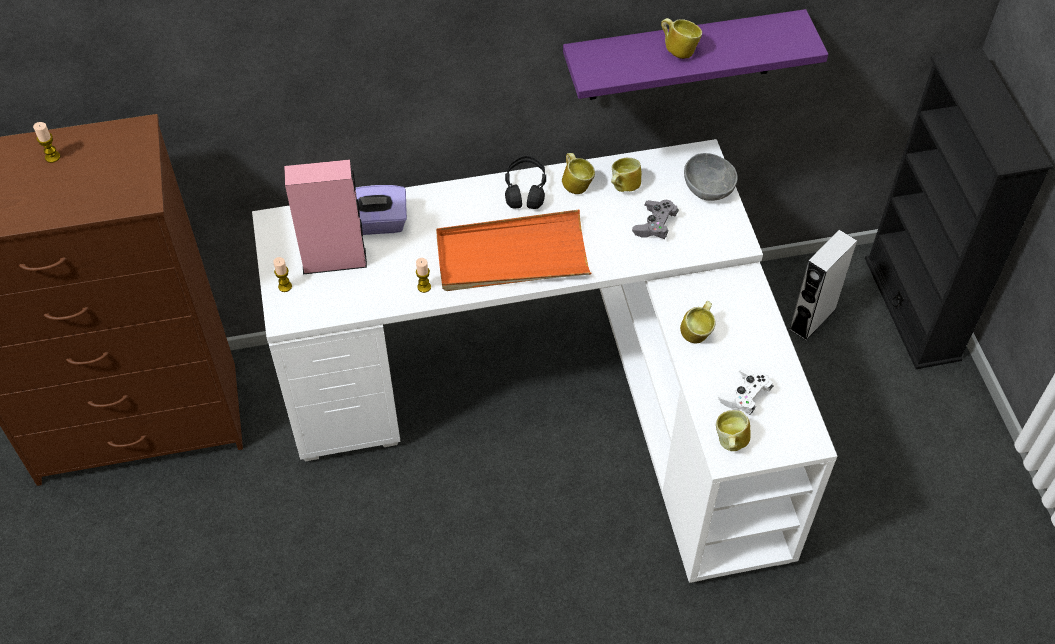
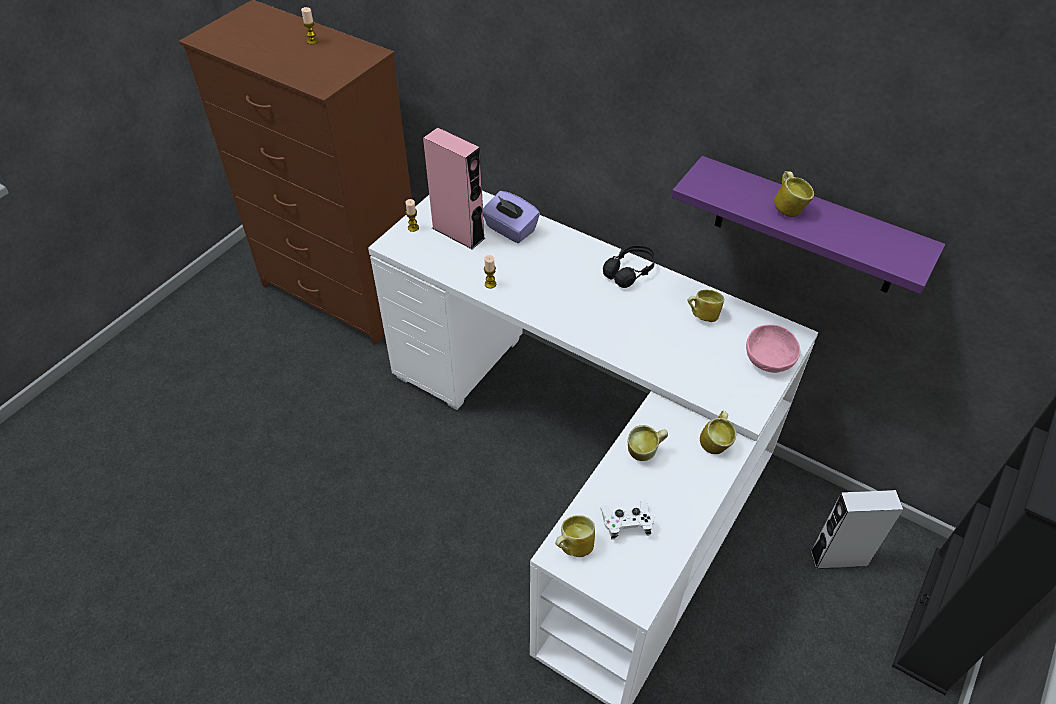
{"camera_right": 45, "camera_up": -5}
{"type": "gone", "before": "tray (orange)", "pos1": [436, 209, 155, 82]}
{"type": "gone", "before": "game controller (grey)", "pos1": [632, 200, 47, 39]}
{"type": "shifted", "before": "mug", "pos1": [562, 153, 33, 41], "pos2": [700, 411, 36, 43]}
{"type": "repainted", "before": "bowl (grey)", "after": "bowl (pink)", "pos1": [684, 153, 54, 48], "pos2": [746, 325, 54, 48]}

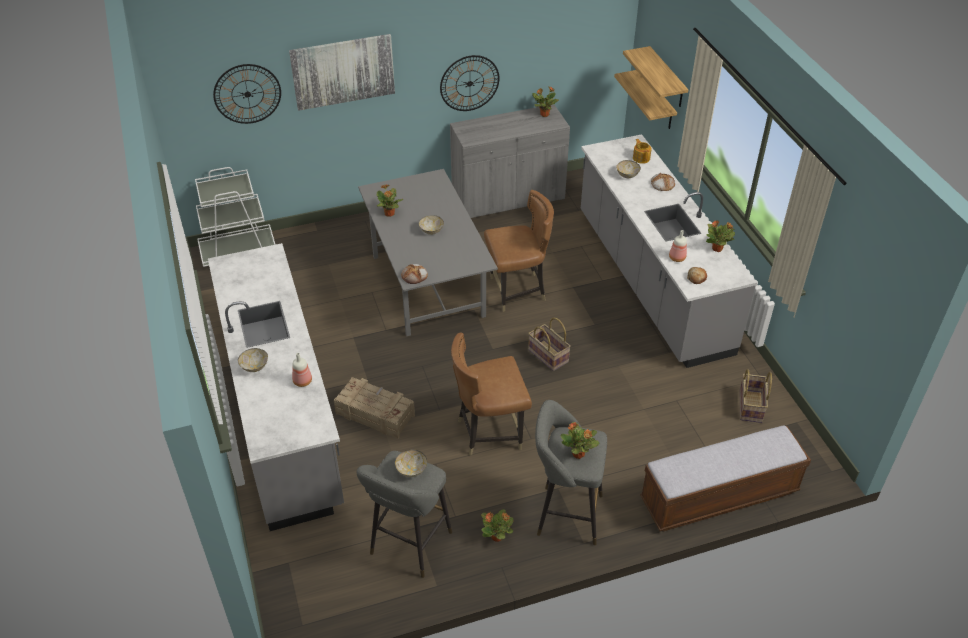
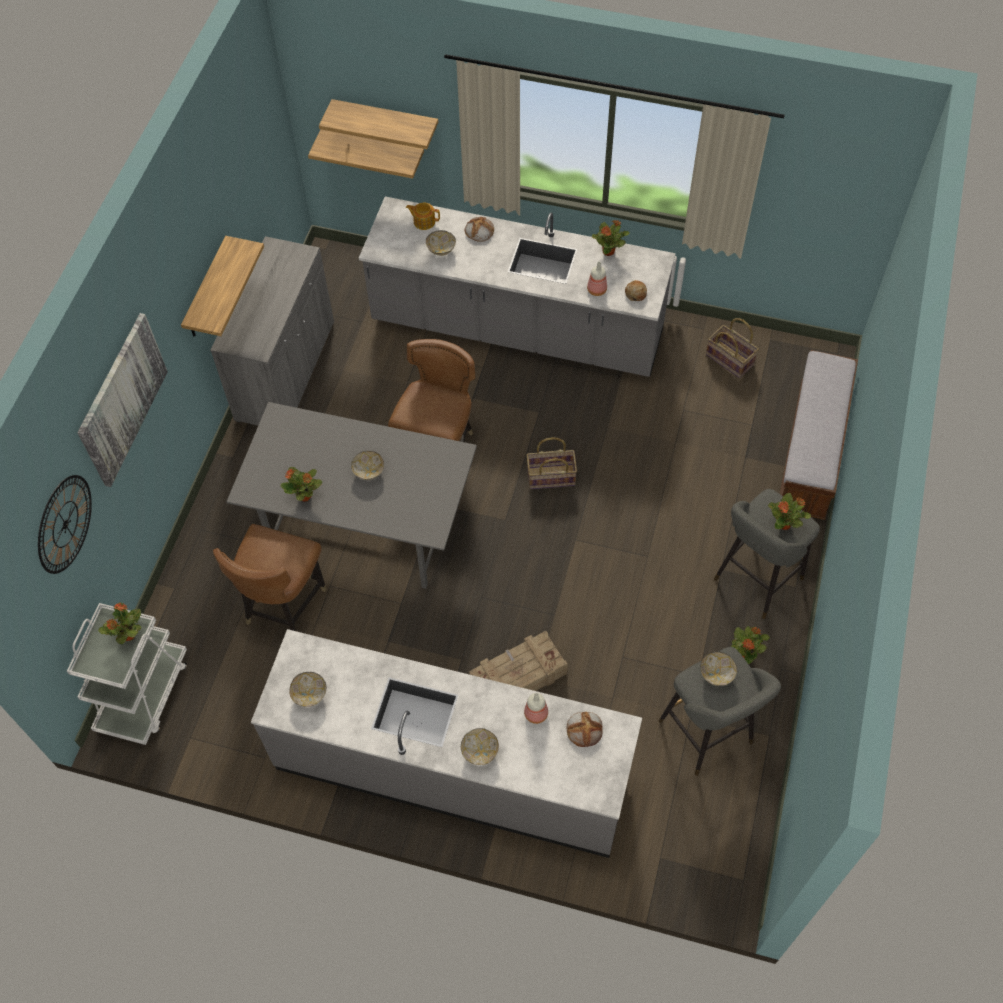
{"camera_right": -55, "camera_up": 15}
{"type": "new", "after": "bowl", "pos2": [289, 672, 37, 35]}
{"type": "shifted", "before": "bread", "pos1": [401, 264, 27, 20], "pos2": [567, 712, 36, 35]}
{"type": "shifted", "before": "chair (brown)", "pos1": [451, 333, 81, 123], "pos2": [213, 524, 114, 107]}
{"type": "shifted", "before": "potted plant", "pos1": [532, 87, 27, 30], "pos2": [98, 602, 43, 42]}
{"type": "swapped", "before": "wall clock", "after": "shelf", "pos1": [440, 55, 59, 56], "pos2": [181, 236, 83, 101]}

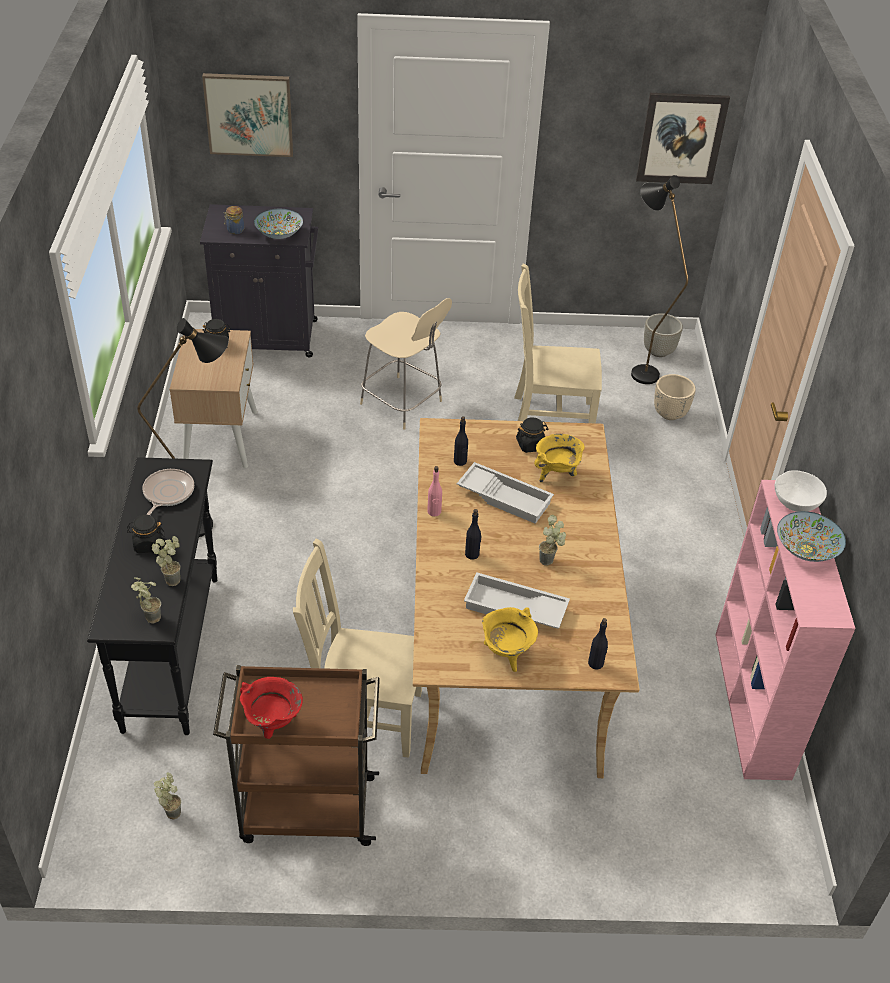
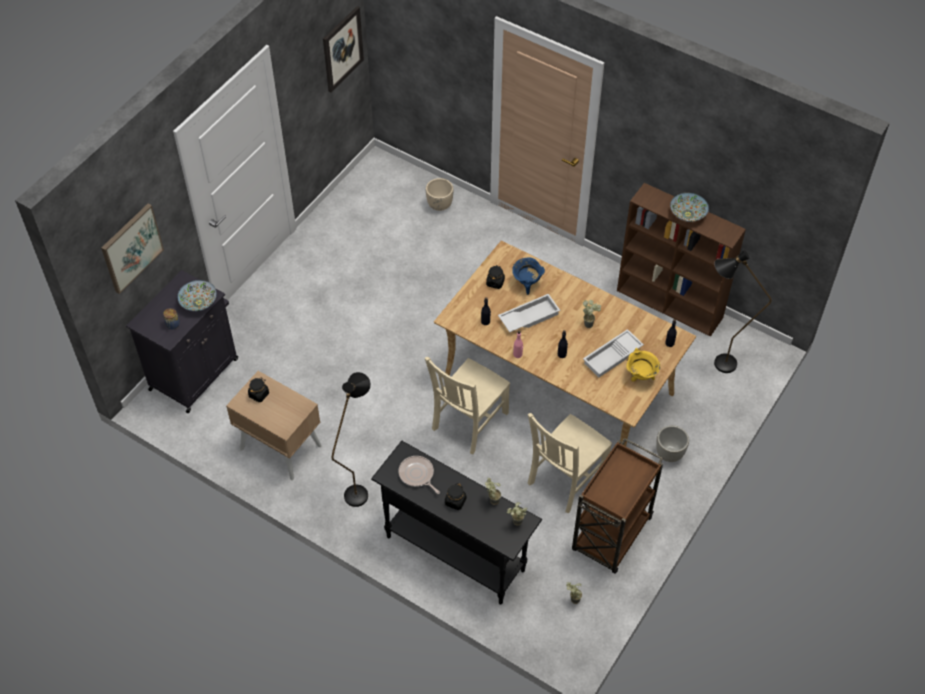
{"camera_right": -55, "camera_up": 10}
{"type": "gone", "before": "cooking pot (red)", "pos1": [240, 677, 63, 62]}
{"type": "gone", "before": "stool (beige)", "pos1": [360, 298, 92, 132]}
{"type": "gone", "before": "bowl (white)", "pos1": [775, 470, 52, 42]}
{"type": "shifted", "before": "chair (beige)", "pos1": [514, 264, 88, 159], "pos2": [425, 357, 85, 97]}
{"type": "shifted", "before": "floor lamp (black)", "pos1": [631, 175, 57, 209], "pos2": [714, 249, 58, 124]}
{"type": "shifted", "before": "planter (grey)", "pos1": [644, 313, 39, 44], "pos2": [656, 425, 33, 37]}
{"type": "repainted", "before": "cooking pot (yellow)", "after": "cooking pot (blue)", "pos1": [534, 434, 51, 48], "pos2": [512, 258, 33, 37]}
{"type": "repainted", "before": "bookcase (pink)", "after": "bookcase (brown)", "pos1": [715, 480, 141, 300], "pos2": [617, 183, 129, 154]}

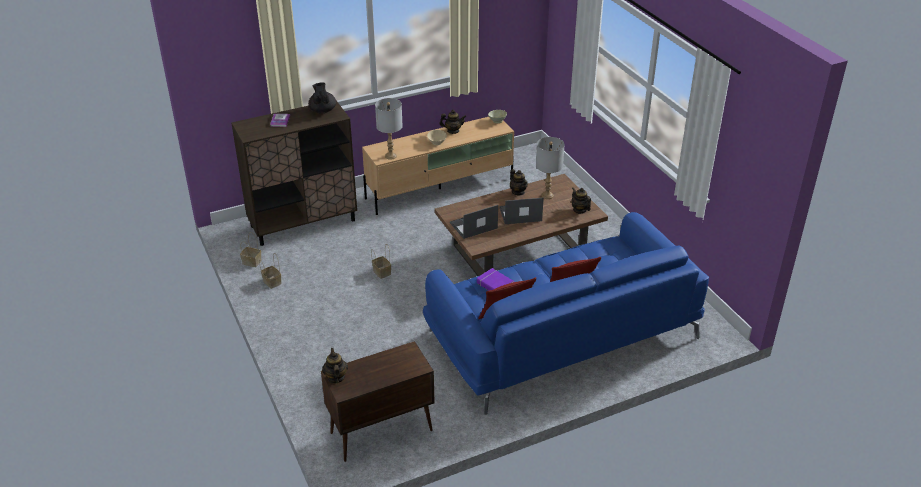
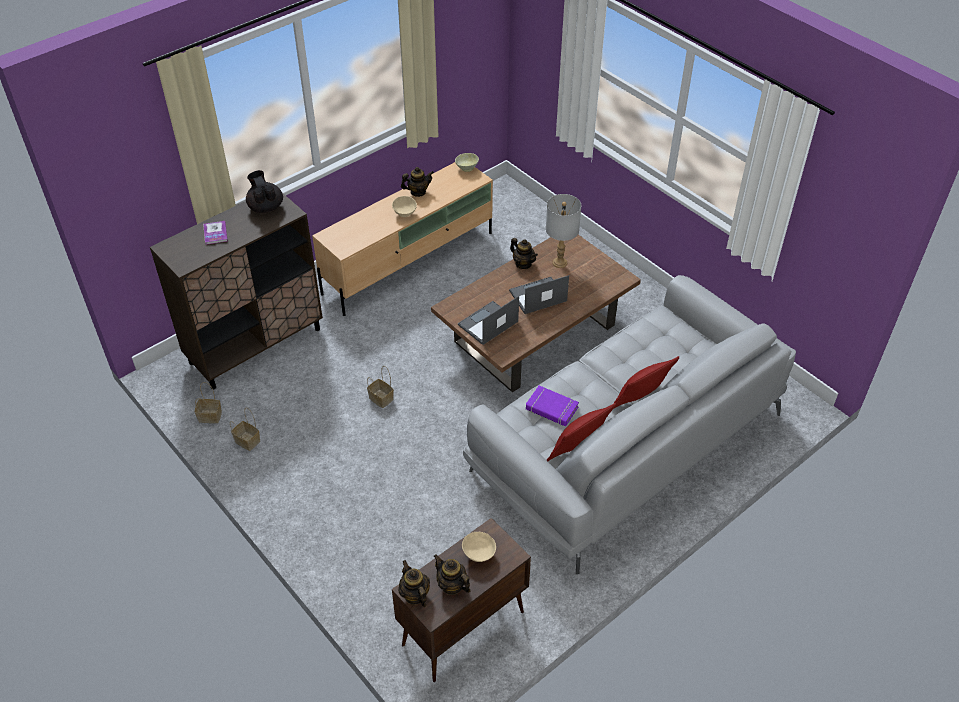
{"camera_right": -15, "camera_up": 10}
{"type": "gone", "before": "table lamp (grey)", "pos1": [375, 98, 28, 62]}
{"type": "new", "after": "bowl (beige)", "pos2": [462, 532, 34, 30]}
{"type": "shifted", "before": "teapot", "pos1": [571, 188, 20, 26], "pos2": [434, 554, 37, 41]}
{"type": "repainted", "before": "sofa (blue)", "after": "sofa (grey)", "pos1": [423, 212, 286, 202], "pos2": [463, 275, 333, 299]}

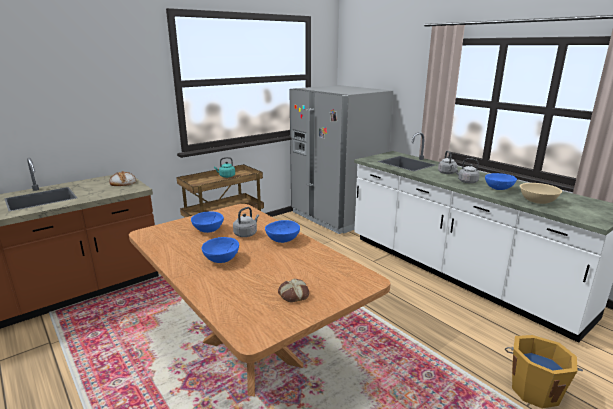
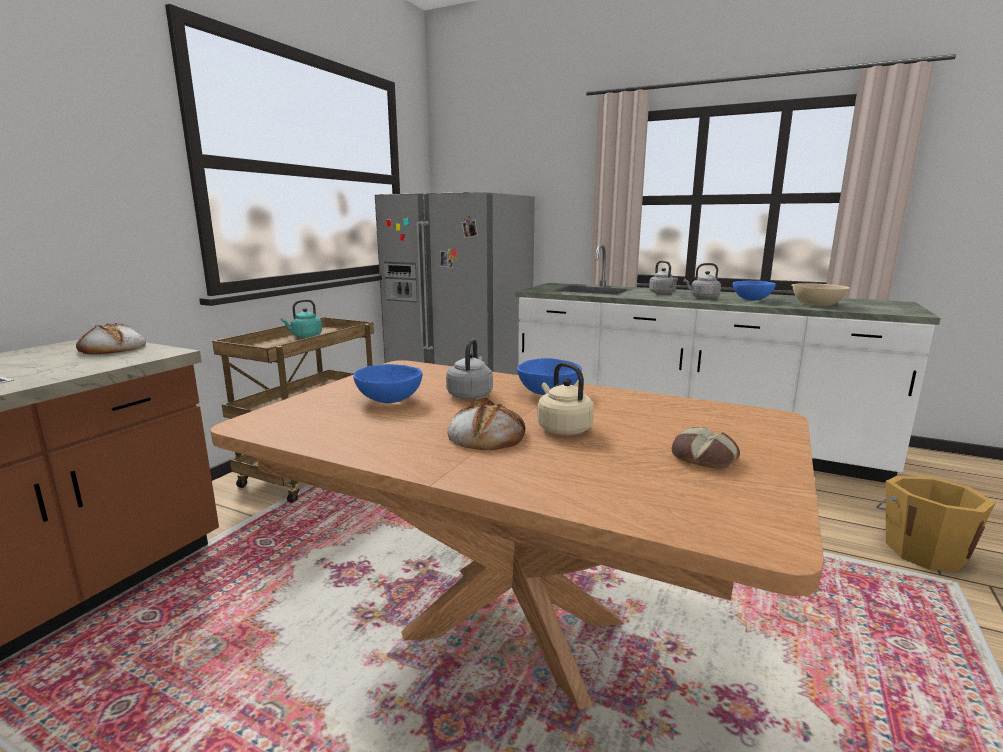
{"camera_right": -25, "camera_up": -5}
{"type": "new", "after": "kettle (beige)", "pos2": [537, 362, 57, 73]}
{"type": "swapped", "before": "bowl (blue)", "after": "bread", "pos1": [202, 237, 37, 26], "pos2": [447, 397, 78, 53]}

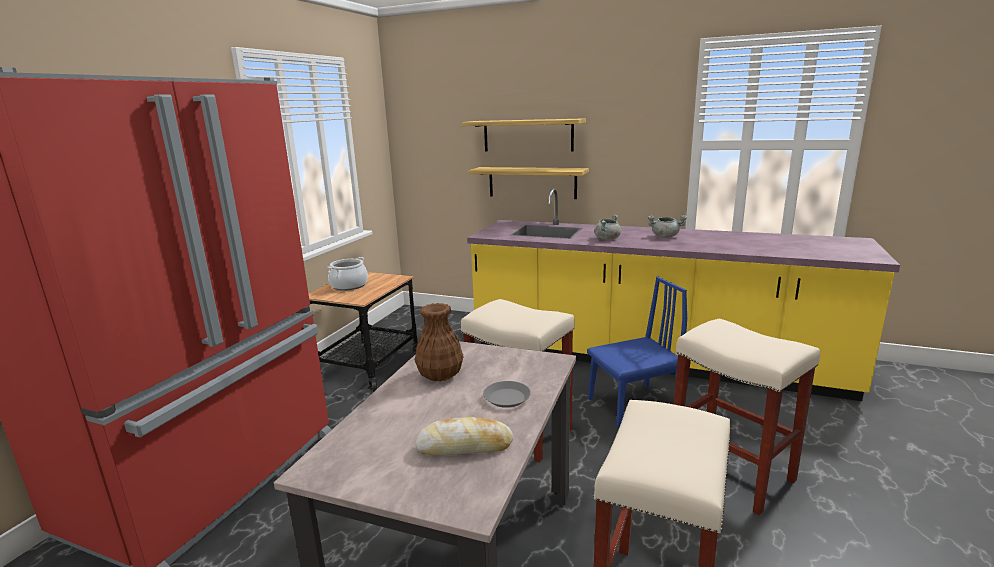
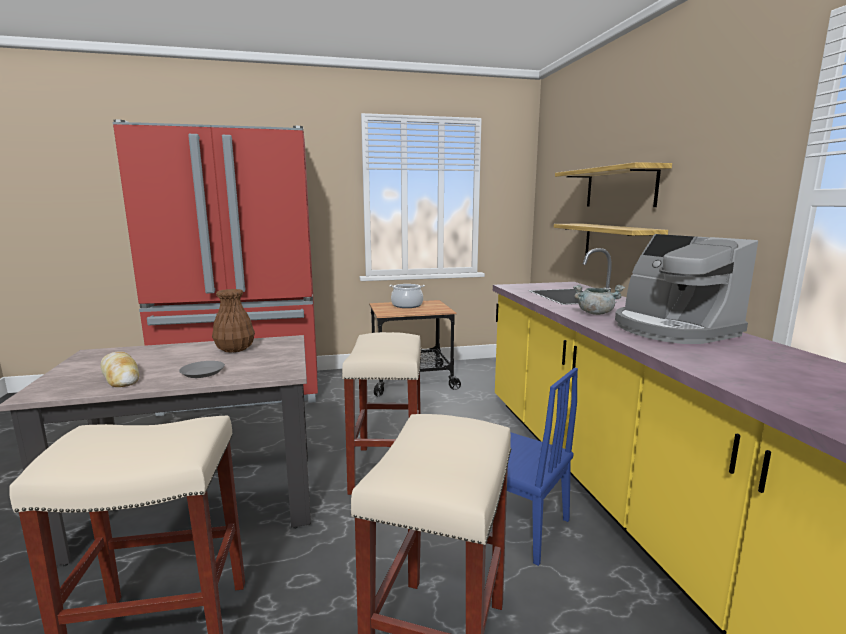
{"camera_right": 55, "camera_up": -5}
{"type": "swapped", "before": "cooking pot (grey)", "after": "coffee machine", "pos1": [647, 215, 40, 23], "pos2": [615, 234, 143, 110]}

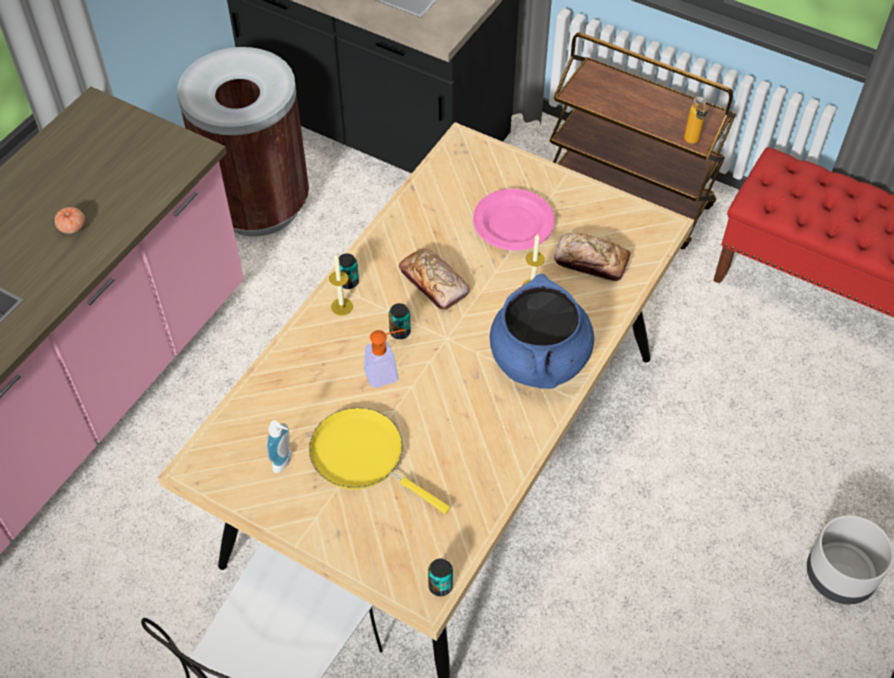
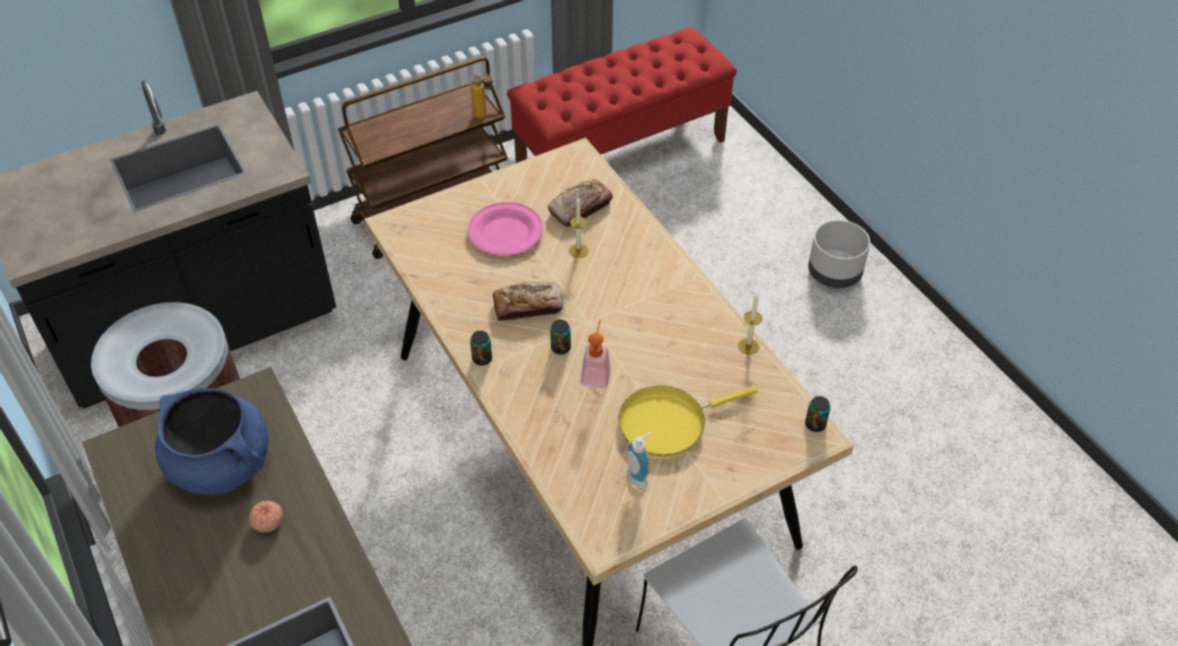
{"camera_right": -60, "camera_up": -5}
{"type": "shifted", "before": "candle", "pos1": [329, 254, 24, 62], "pos2": [738, 293, 24, 62]}
{"type": "shifted", "before": "cooking pot (blue)", "pos1": [490, 274, 104, 115], "pos2": [155, 388, 113, 107]}

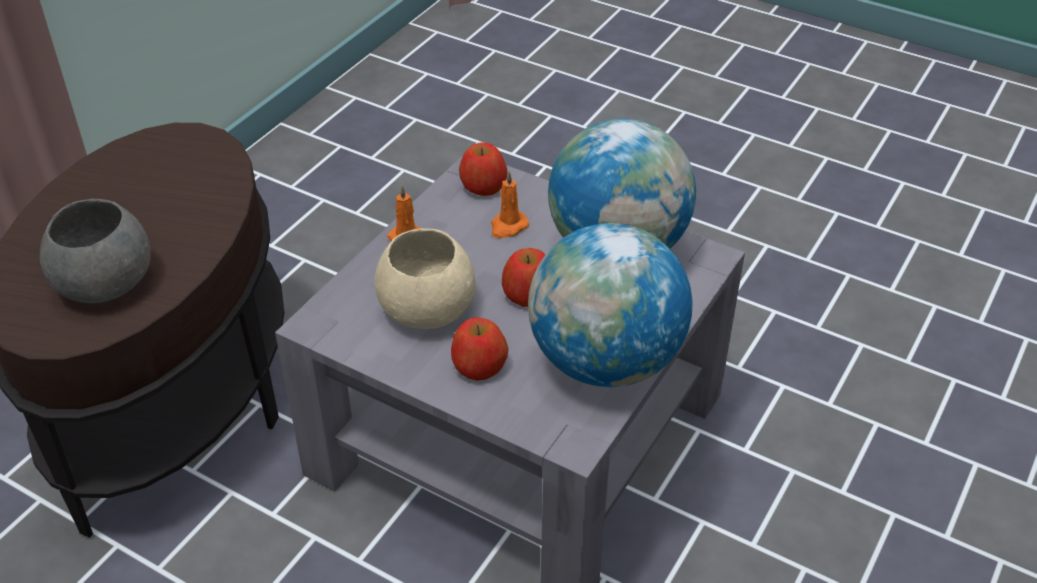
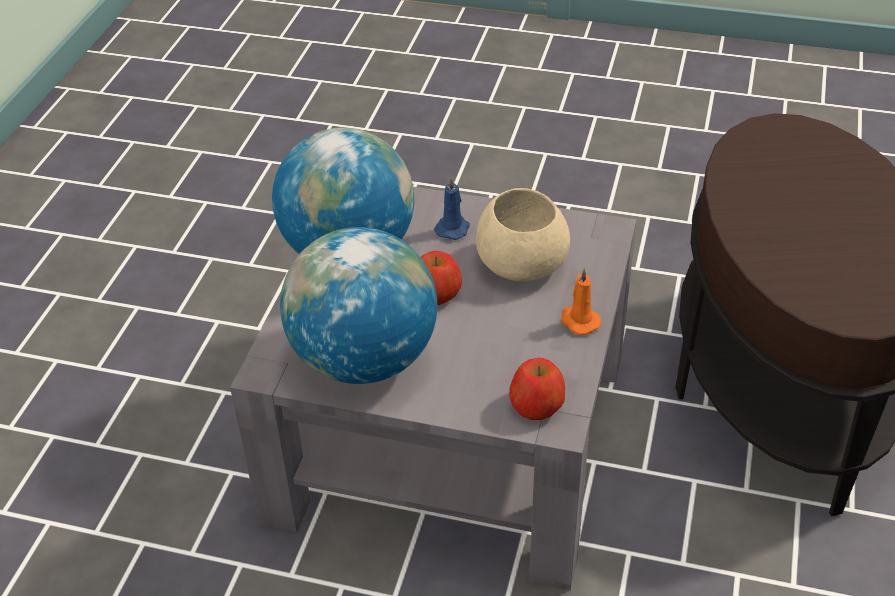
{"camera_right": 165, "camera_up": 0}
{"type": "gone", "before": "bowl (grey)", "pos1": [40, 199, 111, 104]}
{"type": "gone", "before": "candle (orange)", "pos1": [491, 171, 38, 67]}
{"type": "swapped", "before": "apple", "after": "candle (blue)", "pos1": [451, 317, 57, 64], "pos2": [434, 176, 36, 64]}

